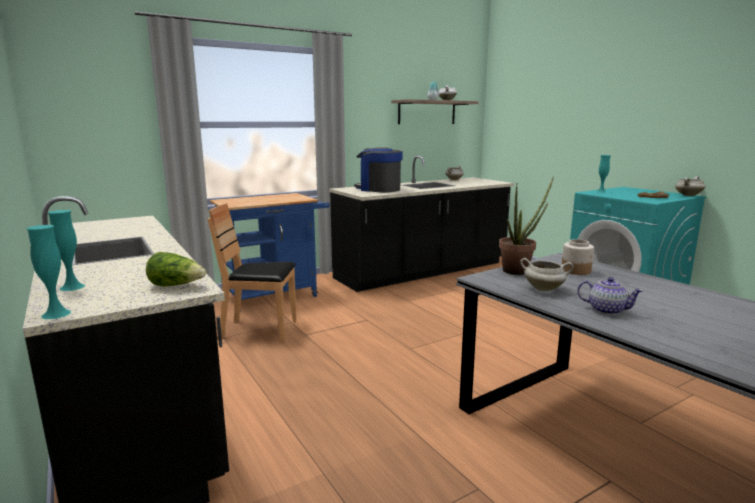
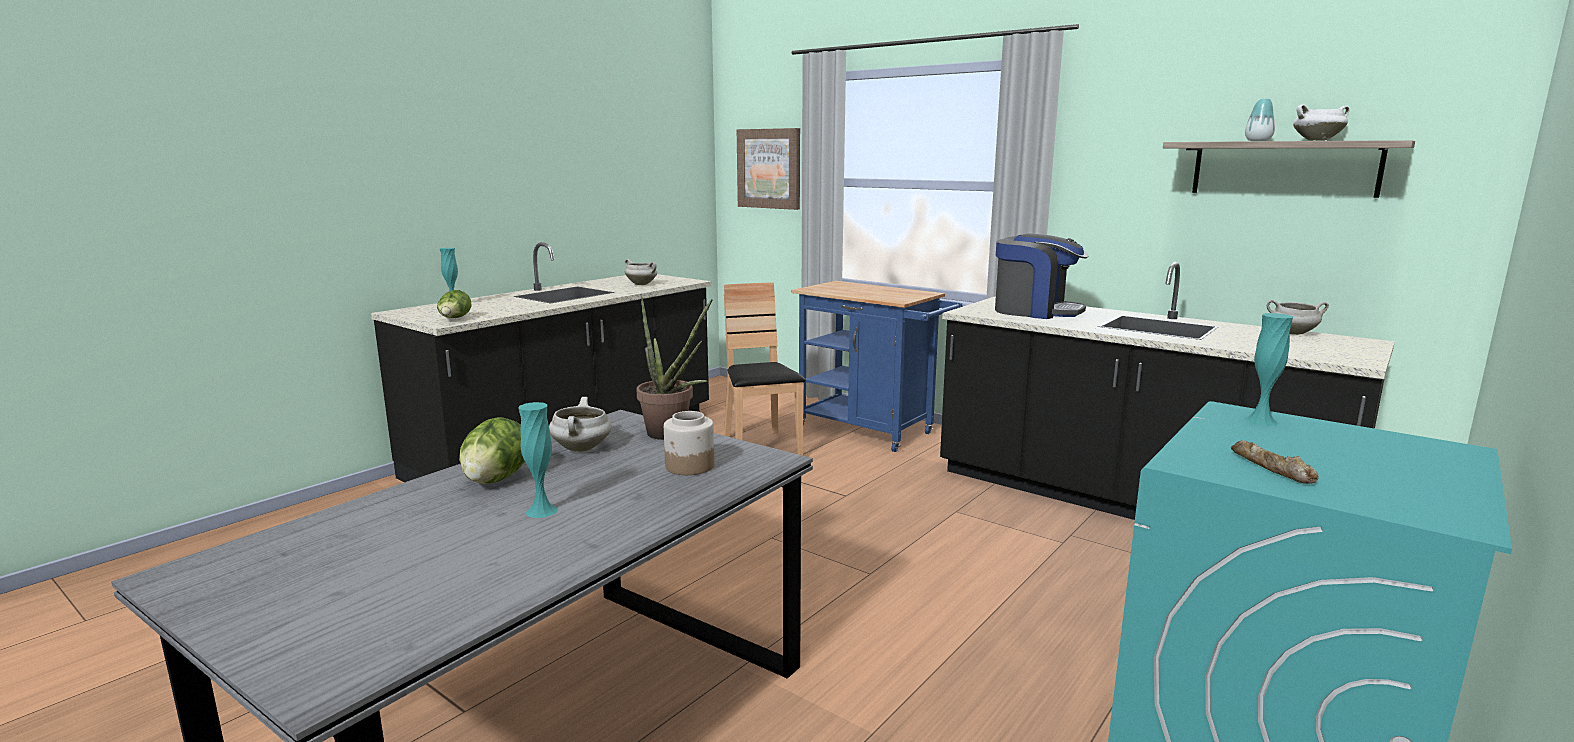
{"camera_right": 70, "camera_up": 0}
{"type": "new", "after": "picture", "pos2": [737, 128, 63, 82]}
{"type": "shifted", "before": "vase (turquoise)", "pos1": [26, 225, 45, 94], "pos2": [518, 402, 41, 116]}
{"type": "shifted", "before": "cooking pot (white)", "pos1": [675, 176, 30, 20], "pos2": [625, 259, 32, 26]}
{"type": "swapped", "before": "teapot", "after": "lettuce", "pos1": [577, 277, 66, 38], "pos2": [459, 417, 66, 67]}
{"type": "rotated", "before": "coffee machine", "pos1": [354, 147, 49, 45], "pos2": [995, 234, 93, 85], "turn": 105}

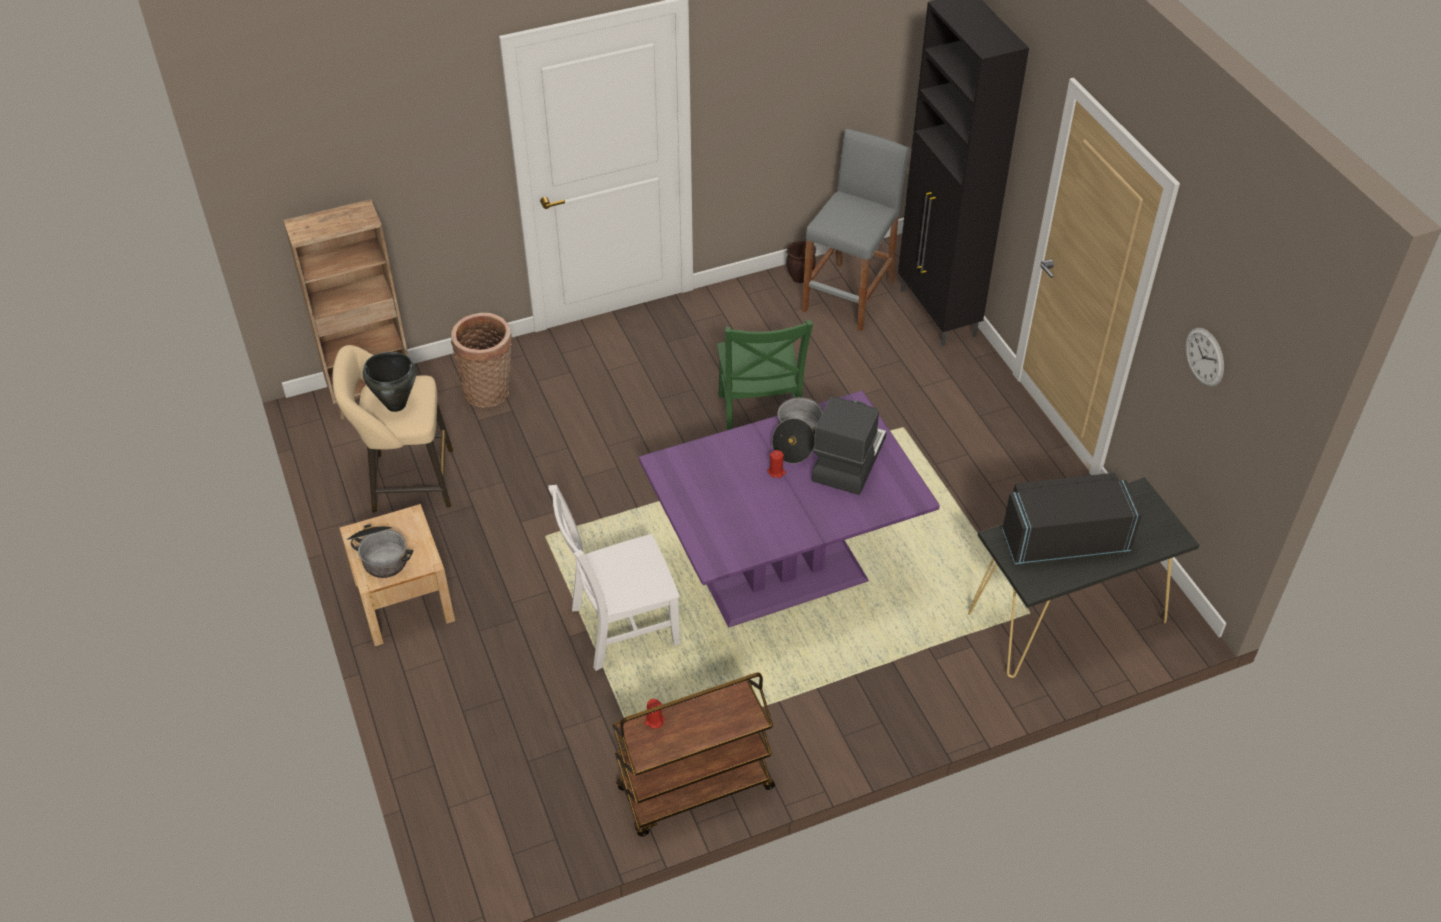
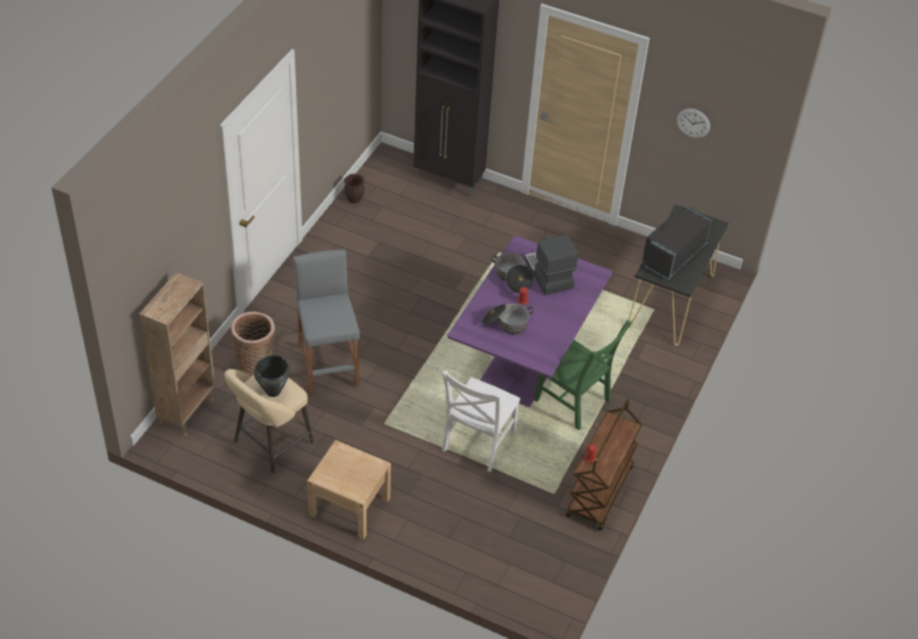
{"camera_right": -45, "camera_up": 0}
{"type": "shifted", "before": "cooking pot", "pos1": [347, 524, 66, 54], "pos2": [482, 303, 52, 31]}
{"type": "shifted", "before": "chair (green)", "pos1": [717, 320, 96, 110], "pos2": [534, 320, 98, 111]}
{"type": "shifted", "before": "stool (grey)", "pos1": [802, 129, 108, 203], "pos2": [293, 250, 67, 144]}

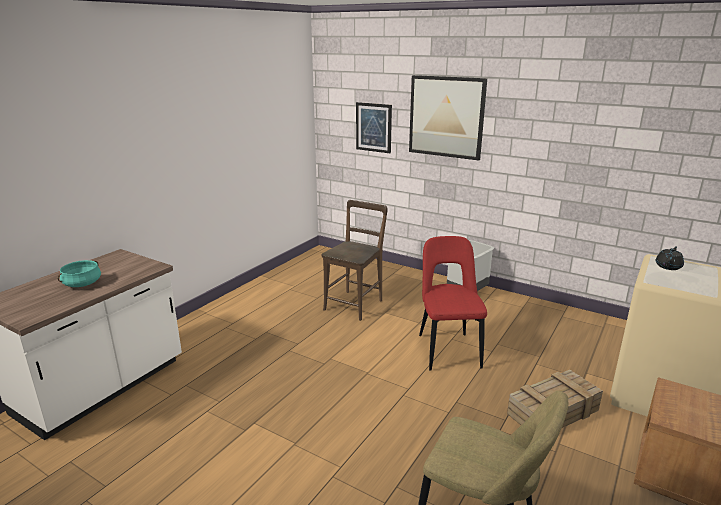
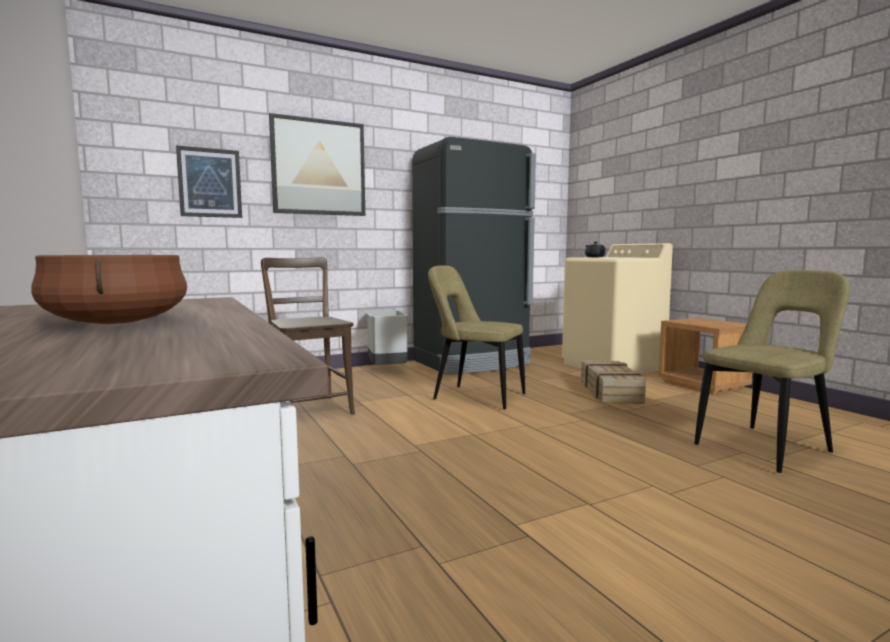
{"camera_right": -60, "camera_up": -15}
{"type": "new", "after": "fridge (black)", "pos2": [412, 137, 124, 238]}
{"type": "repainted", "before": "cooking pot (turquoise)", "after": "cooking pot (brown)", "pos1": [57, 260, 44, 27], "pos2": [31, 255, 156, 69]}
{"type": "repainted", "before": "chair (red)", "after": "chair (beige)", "pos1": [419, 236, 68, 135], "pos2": [428, 266, 97, 144]}

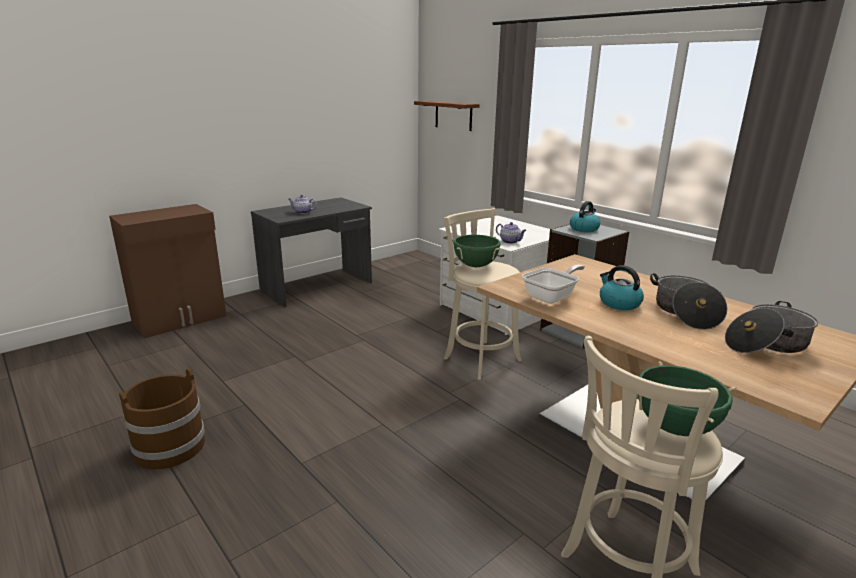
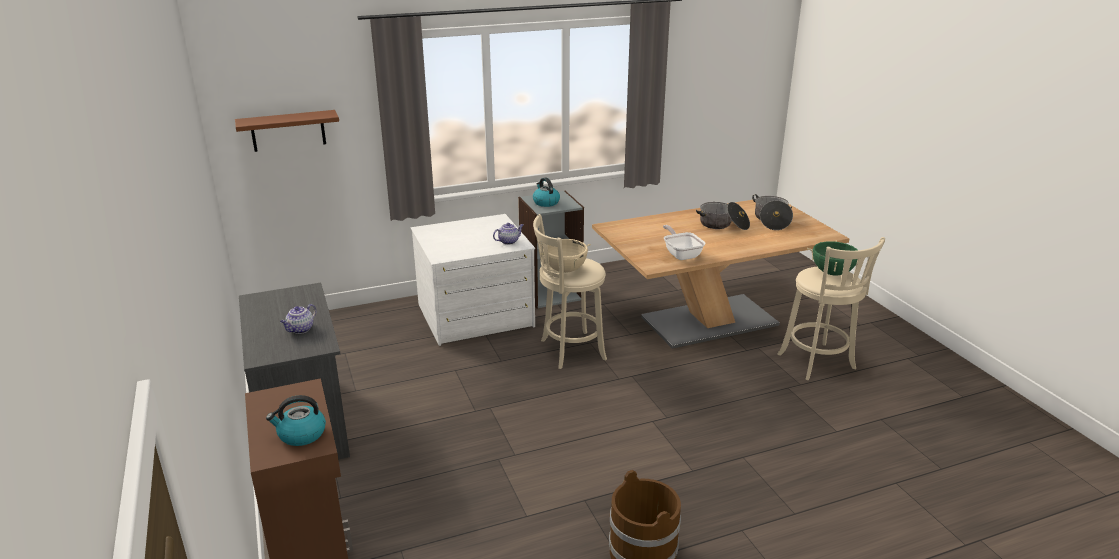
{"camera_right": -70, "camera_up": 5}
{"type": "shifted", "before": "kettle", "pos1": [600, 265, 44, 45], "pos2": [266, 395, 60, 51]}
{"type": "repainted", "before": "cooking pot (green)", "after": "cooking pot (beige)", "pos1": [453, 235, 48, 32], "pos2": [540, 239, 51, 34]}

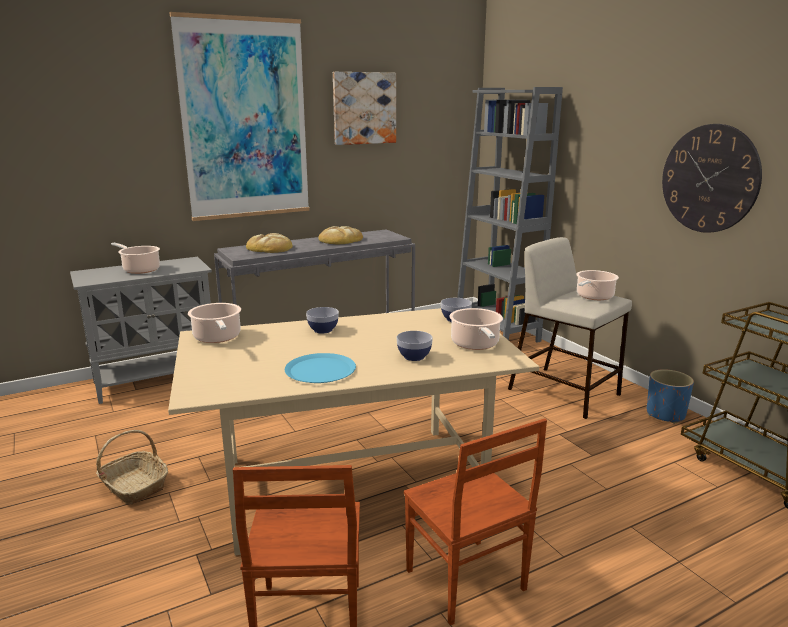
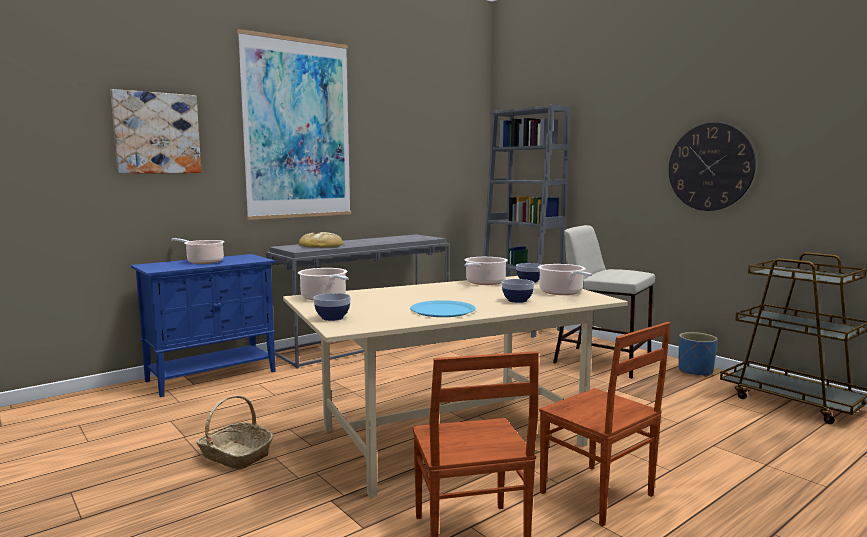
{"camera_right": -10, "camera_up": -10}
{"type": "gone", "before": "bread", "pos1": [318, 226, 45, 18]}
{"type": "shifted", "before": "bowl", "pos1": [306, 307, 33, 27], "pos2": [313, 293, 38, 28]}
{"type": "shifted", "before": "picture", "pos1": [333, 72, 63, 73], "pos2": [111, 89, 90, 84]}
{"type": "shifted", "before": "cooking pot", "pos1": [576, 270, 43, 30], "pos2": [464, 257, 44, 28]}
{"type": "repainted", "before": "cabinet (grey)", "after": "cabinet (blue)", "pos1": [70, 257, 142, 147], "pos2": [131, 254, 145, 143]}

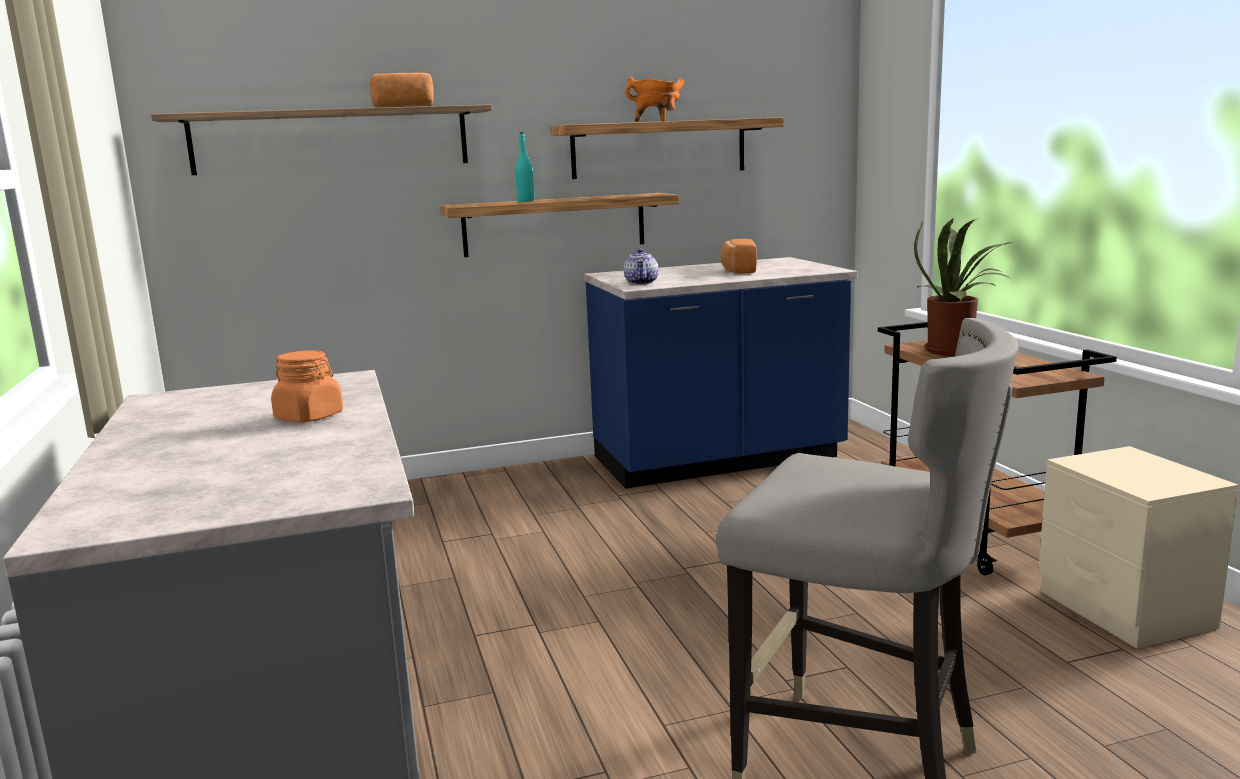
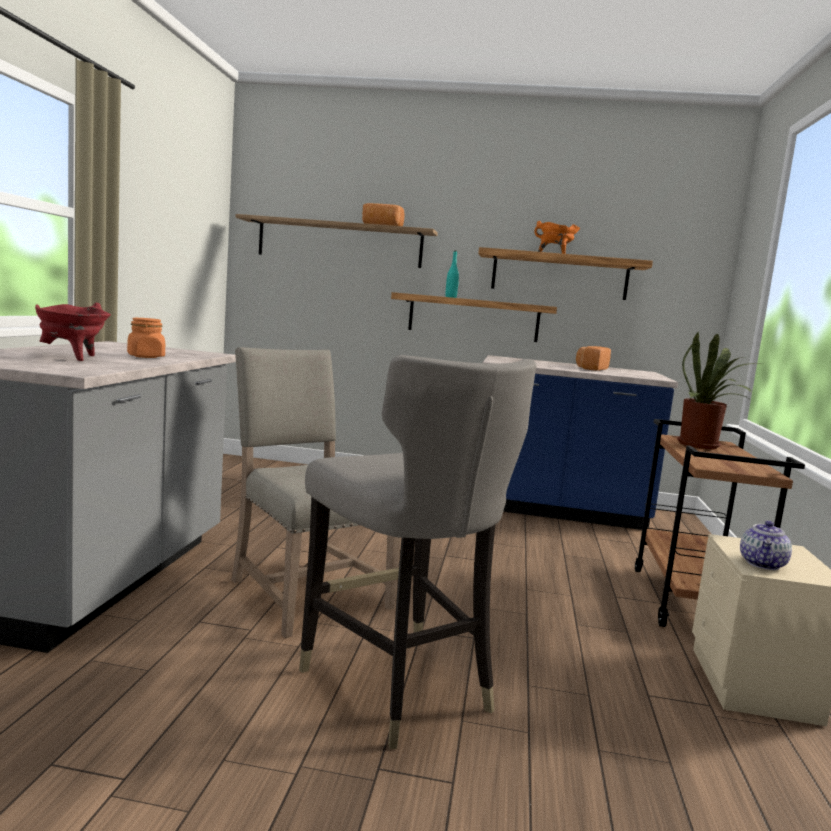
{"camera_right": 25, "camera_up": -5}
{"type": "new", "after": "cooking pot (red)", "pos2": [35, 303, 76, 58]}
{"type": "new", "after": "chair (beige)", "pos2": [232, 347, 169, 291]}
{"type": "shifted", "before": "teapot", "pos1": [624, 249, 35, 36], "pos2": [740, 521, 52, 49]}

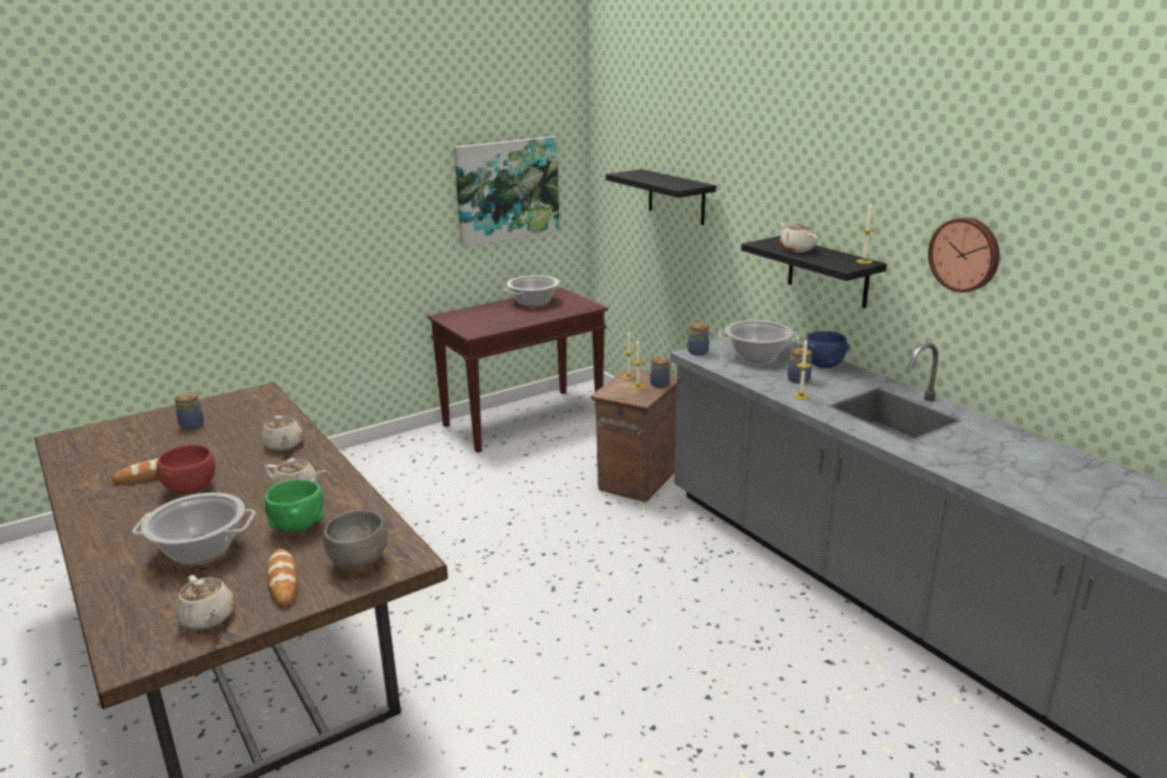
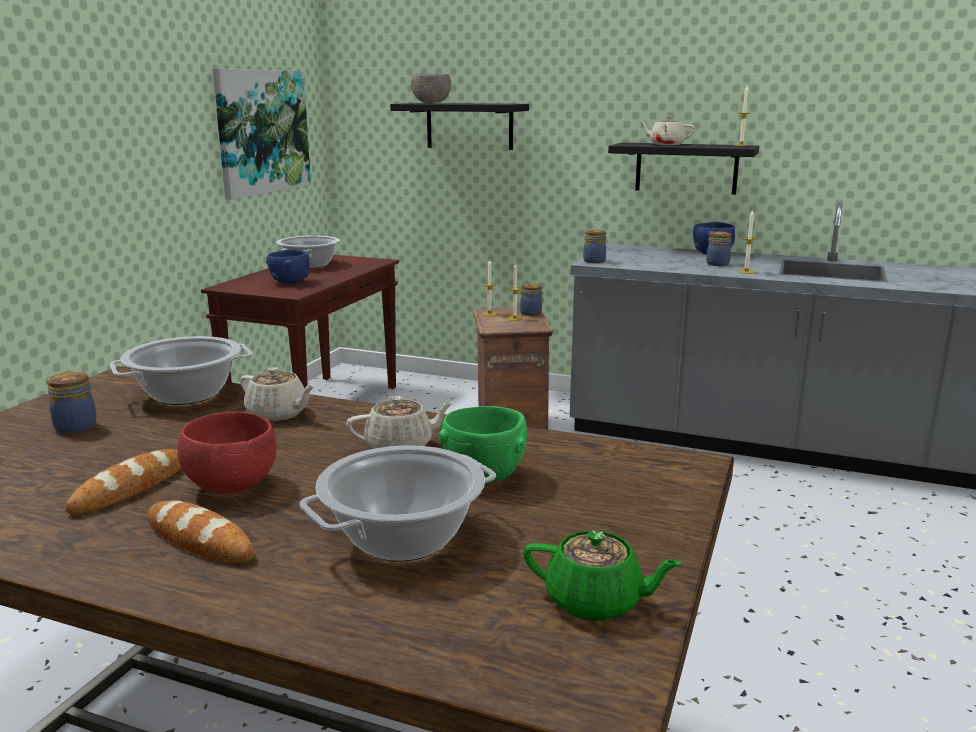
{"camera_right": -35, "camera_up": -5}
{"type": "gone", "before": "wall clock", "pos1": [928, 217, 72, 76]}
{"type": "new", "after": "bowl (blue)", "pos2": [266, 249, 43, 35]}
{"type": "shifted", "before": "bread", "pos1": [267, 549, 31, 57], "pos2": [148, 500, 106, 63]}
{"type": "shifted", "before": "bowl (grey)", "pos1": [323, 510, 64, 59], "pos2": [411, 74, 40, 29]}
{"type": "shifted", "before": "cooking pot", "pos1": [719, 320, 80, 42], "pos2": [110, 336, 143, 69]}
{"type": "repainted", "before": "teapot (beige)", "after": "teapot (green)", "pos1": [175, 575, 60, 55], "pos2": [524, 531, 158, 90]}

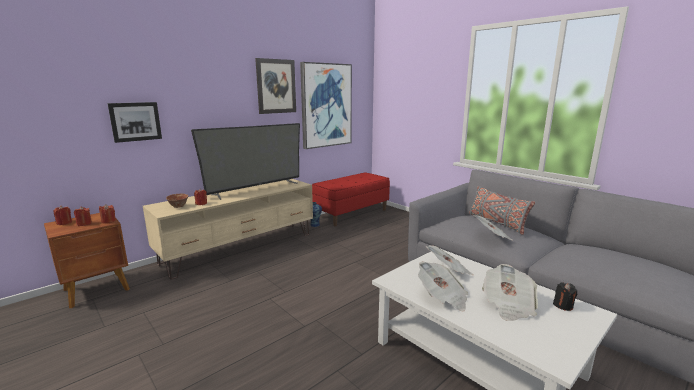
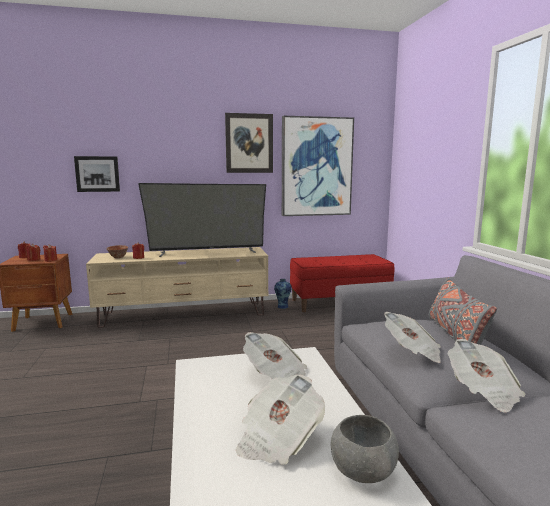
{"camera_right": 30, "camera_up": -5}
{"type": "shifted", "before": "newspaper", "pos1": [418, 261, 50, 50], "pos2": [448, 339, 78, 74]}
{"type": "swapped", "before": "candle (black)", "after": "bowl (grey)", "pos1": [553, 282, 24, 29], "pos2": [331, 415, 68, 68]}

